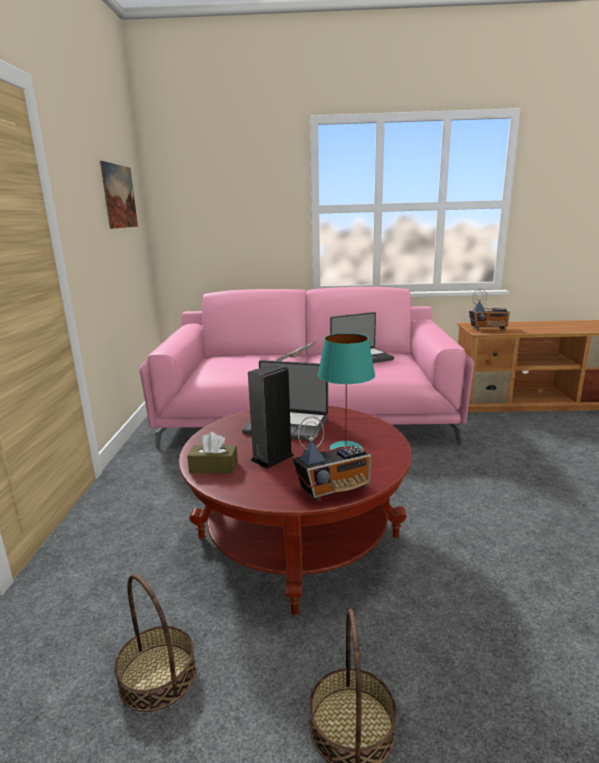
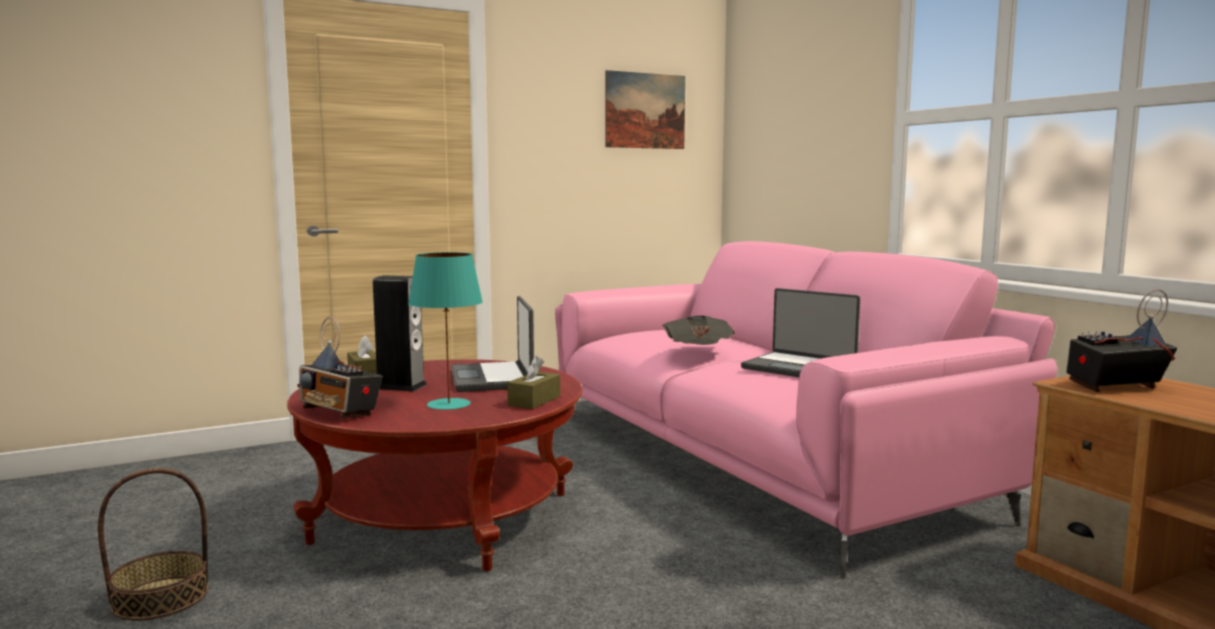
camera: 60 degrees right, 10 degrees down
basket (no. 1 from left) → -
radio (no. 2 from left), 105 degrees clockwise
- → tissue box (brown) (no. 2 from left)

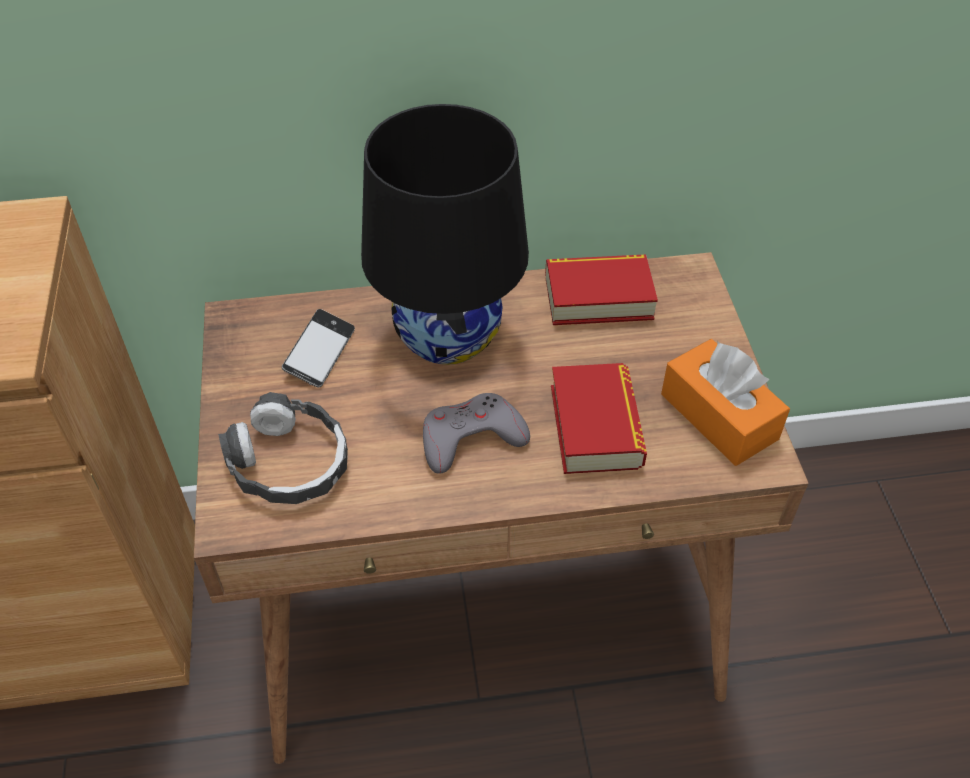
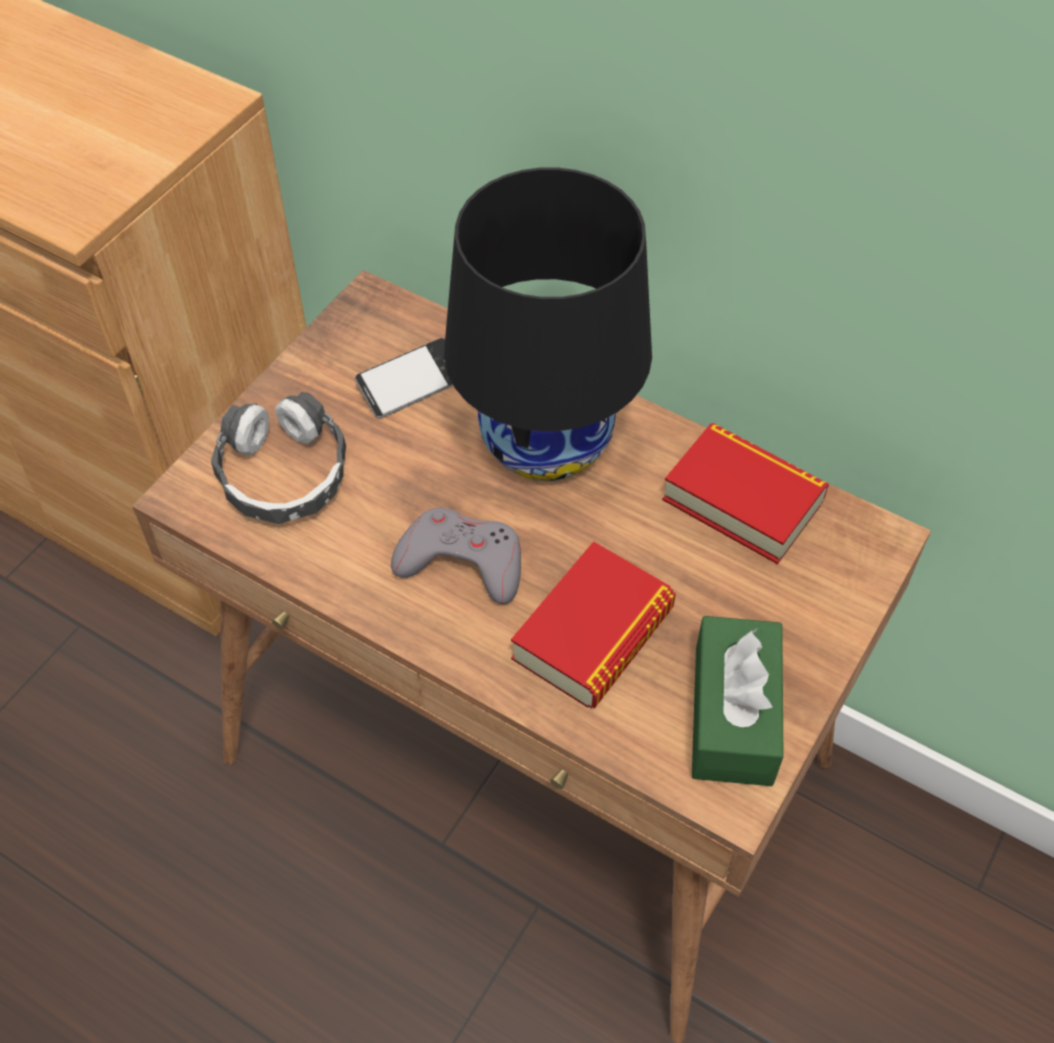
camera: 40 degrees right, 5 degrees up
tissue box (orange) → tissue box (green)

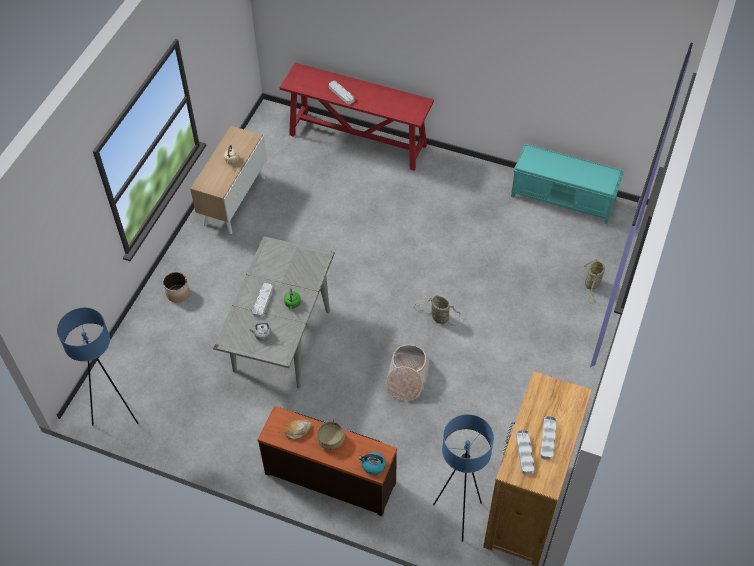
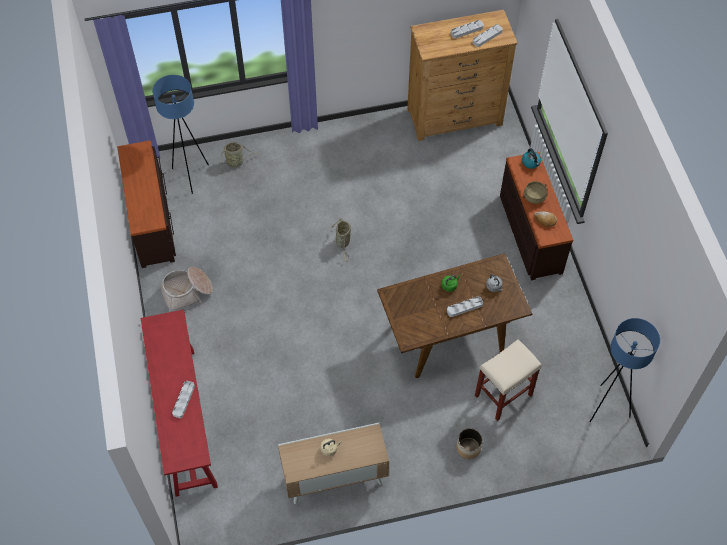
camera: 125 degrees left, 5 degrees up
dining table (grey) → dining table (brown)
basket (no. 1 from left), shifted
floor lamp (blue) (no. 2 from left in the first image) → floor lamp (blue) (no. 1 from left), shifted
bench (turquoise) → dresser (brown) (no. 1 from left)
- → stool (beige)

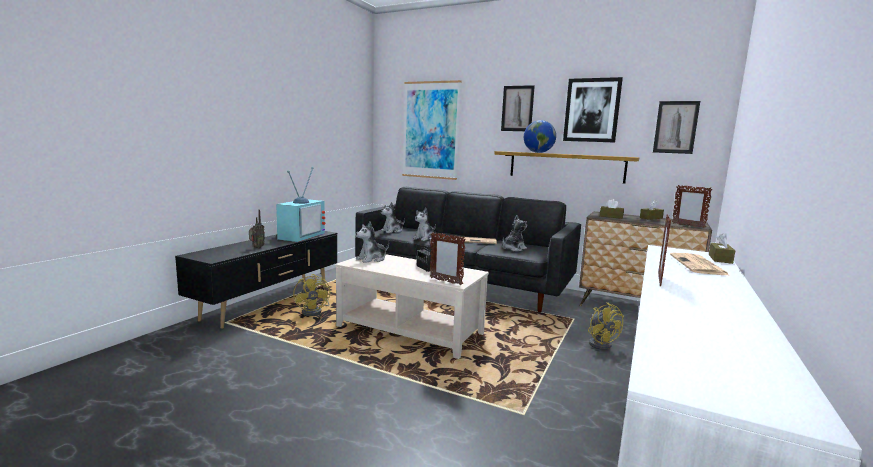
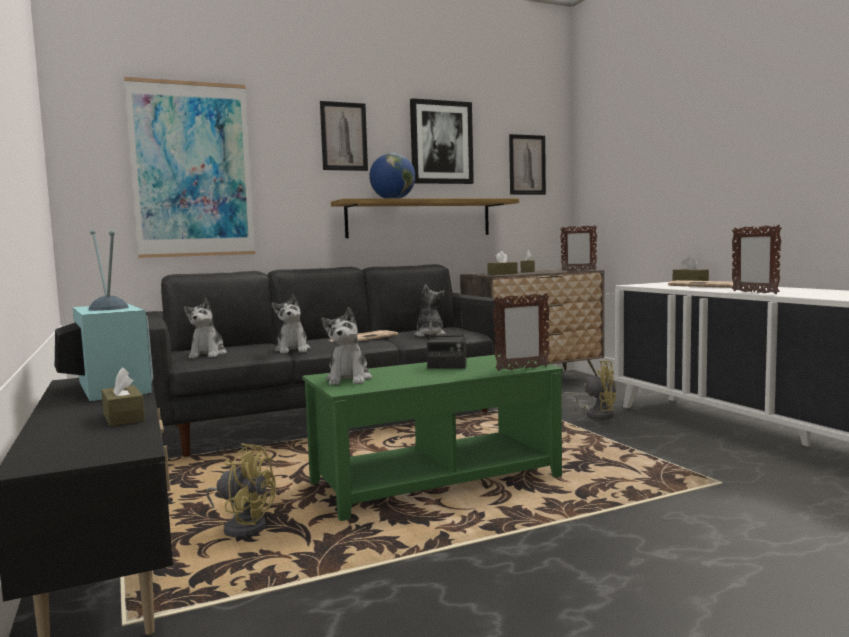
camera: 50 degrees left, 5 degrees down
radio (no. 1 from left) → tissue box (brown) (no. 1 from left)
coffee table (beige) → coffee table (green)

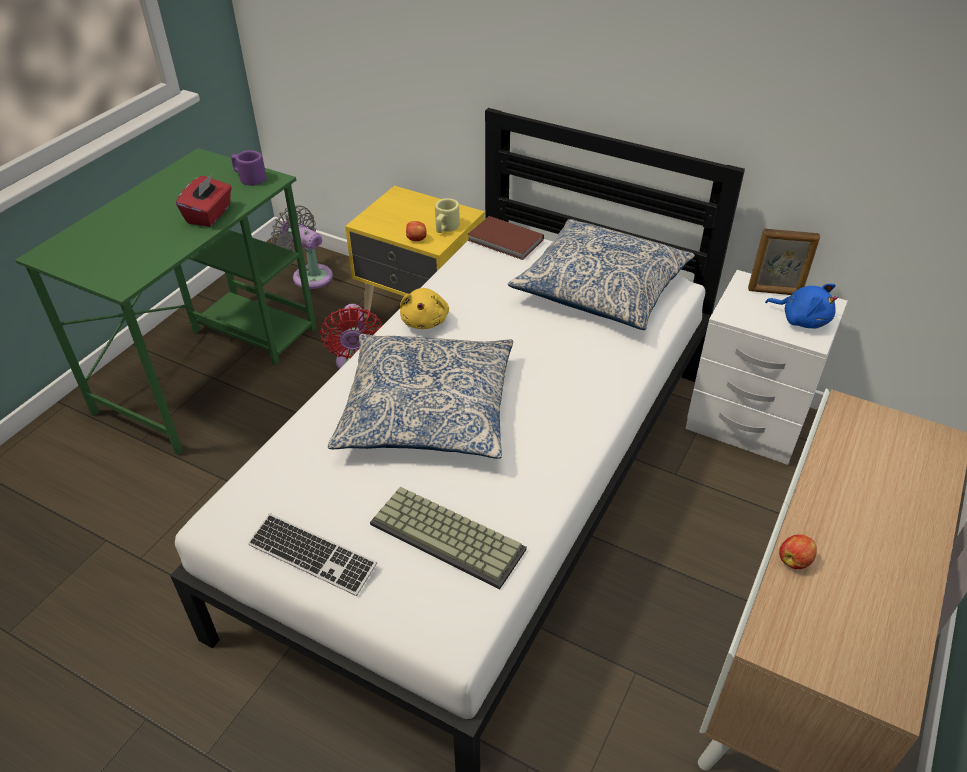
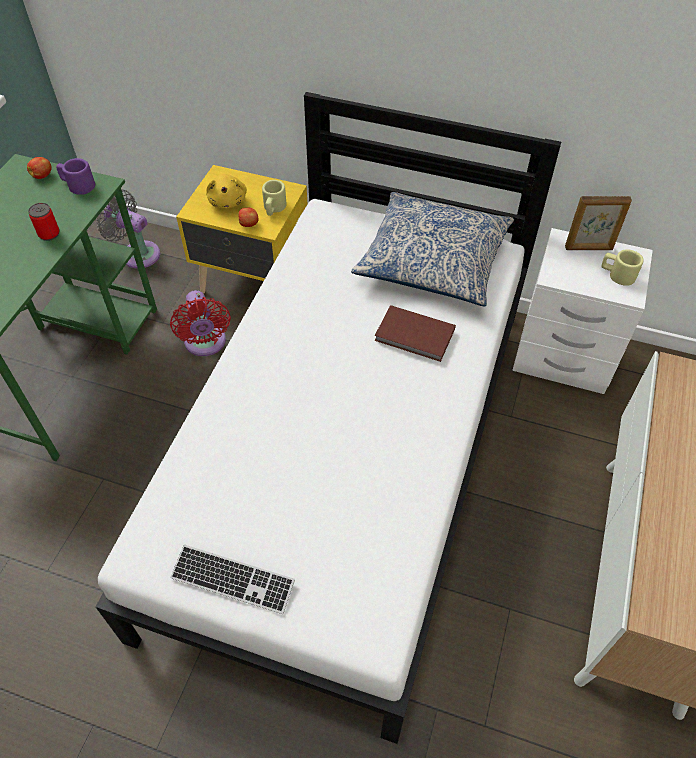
camera: 10 degrees left, 10 degrees up
tissue box (red) → can
pillow (no. 1 from left) → -
keyboard (no. 2 from left) → -
plush toy (yellow), shifted
book (brown), shifted
plush toy (blue) → mug (beige) (no. 2 from left)
apple (no. 2 from left in the first image) → apple (no. 1 from left), shifted

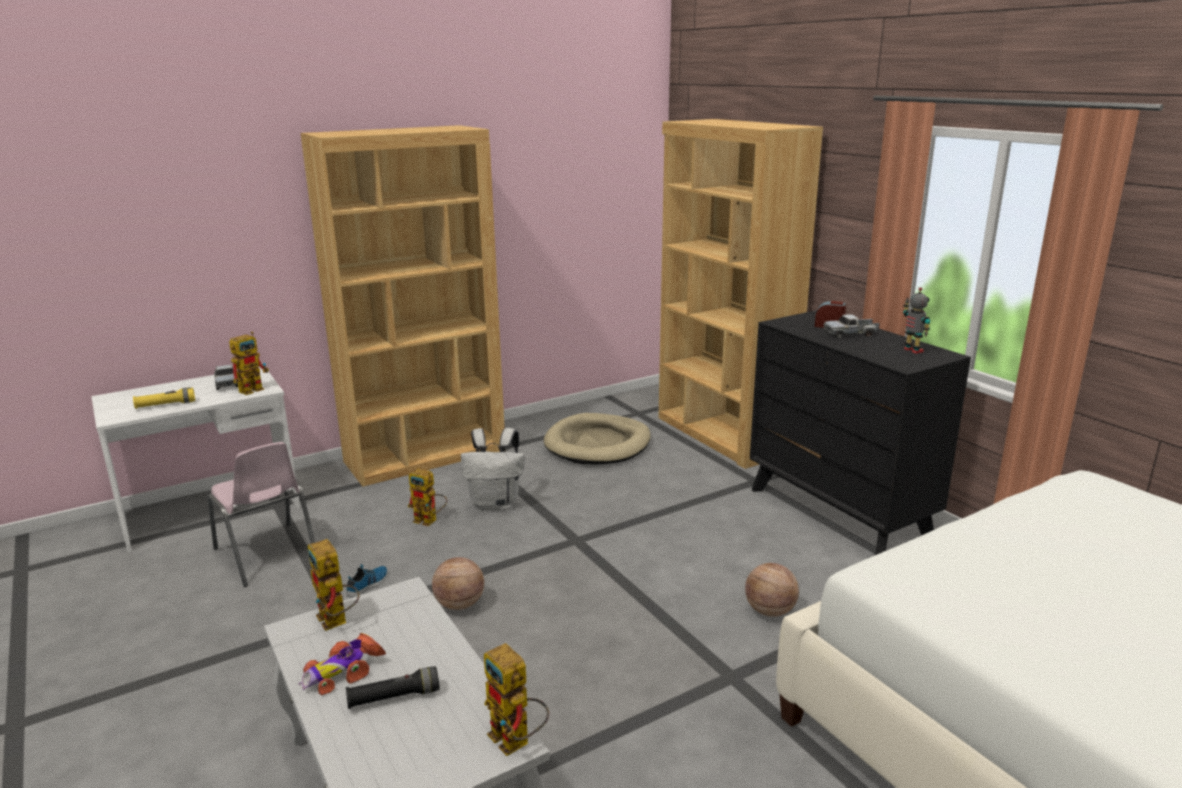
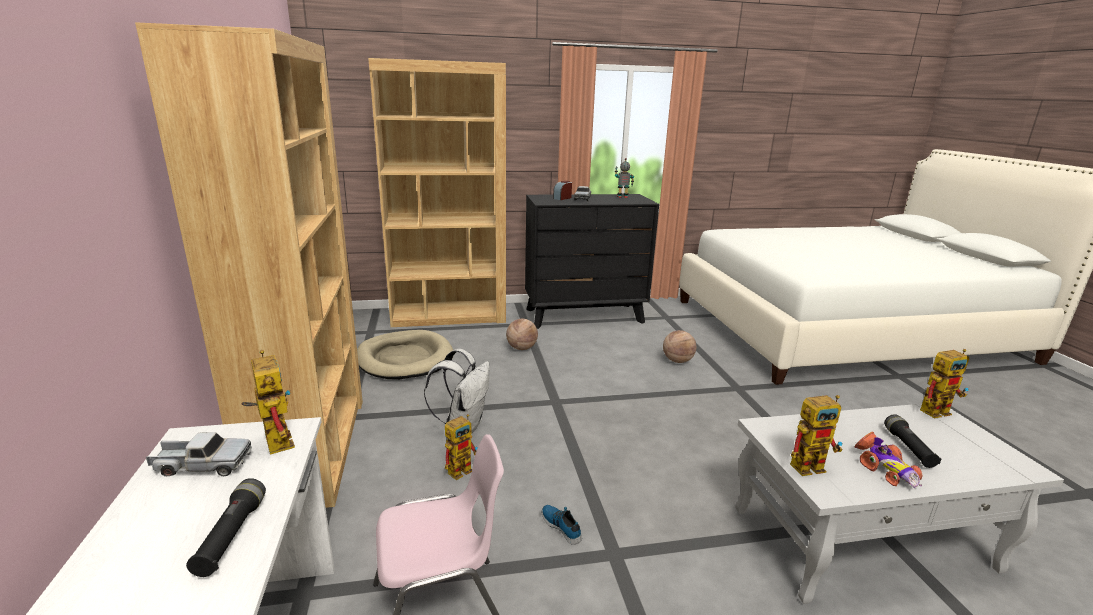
camera: 70 degrees left, 0 degrees up
flashlight (yellow) → flashlight (black) (no. 1 from left)
basketball (no. 1 from left), shifted

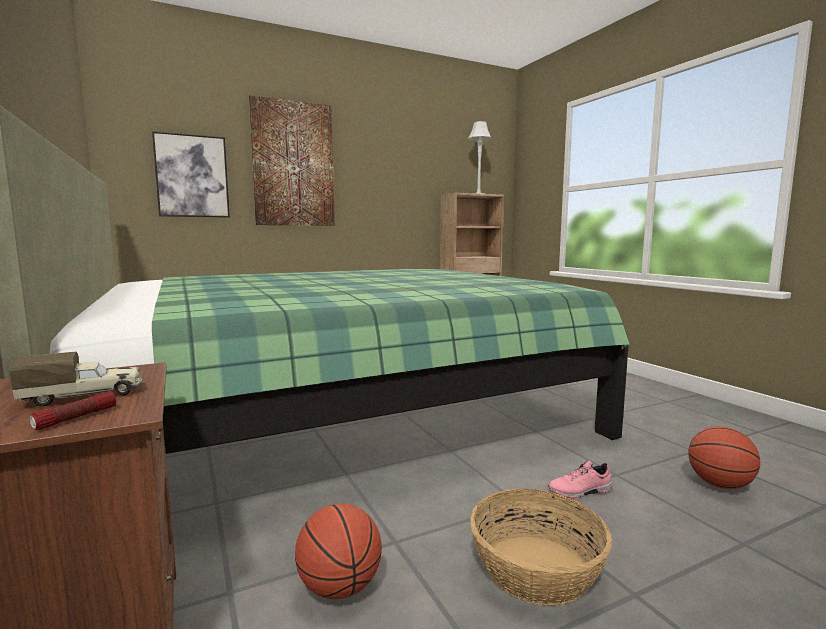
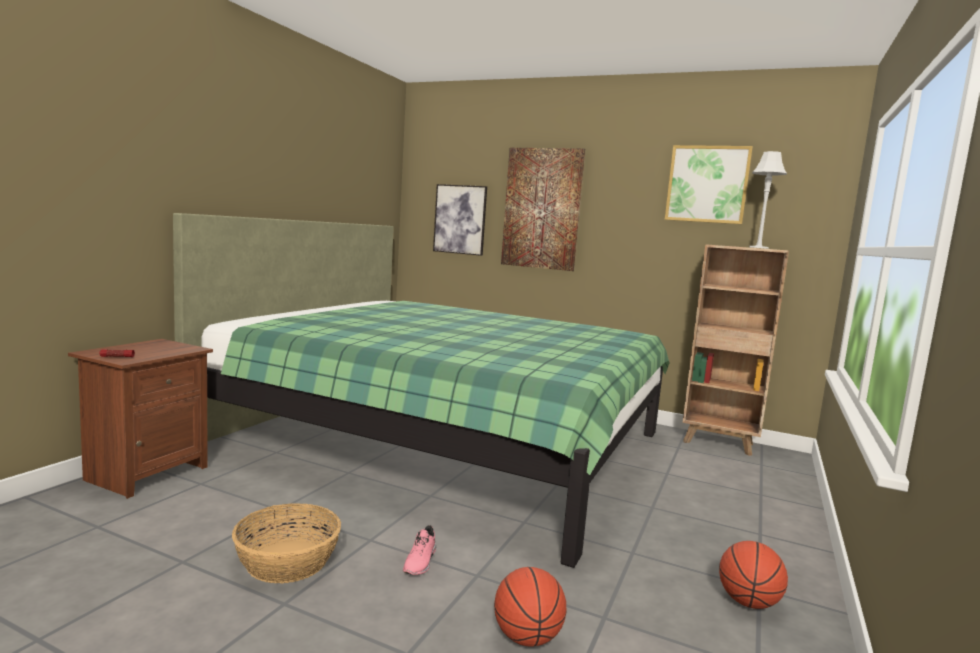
camera: 50 degrees right, 0 degrees up
toy truck → -
basketball (no. 1 from left in the first image) → basketball (no. 2 from left), shifted
shoe (pink), 120 degrees counterclockwise
- → picture (no. 3 from left)

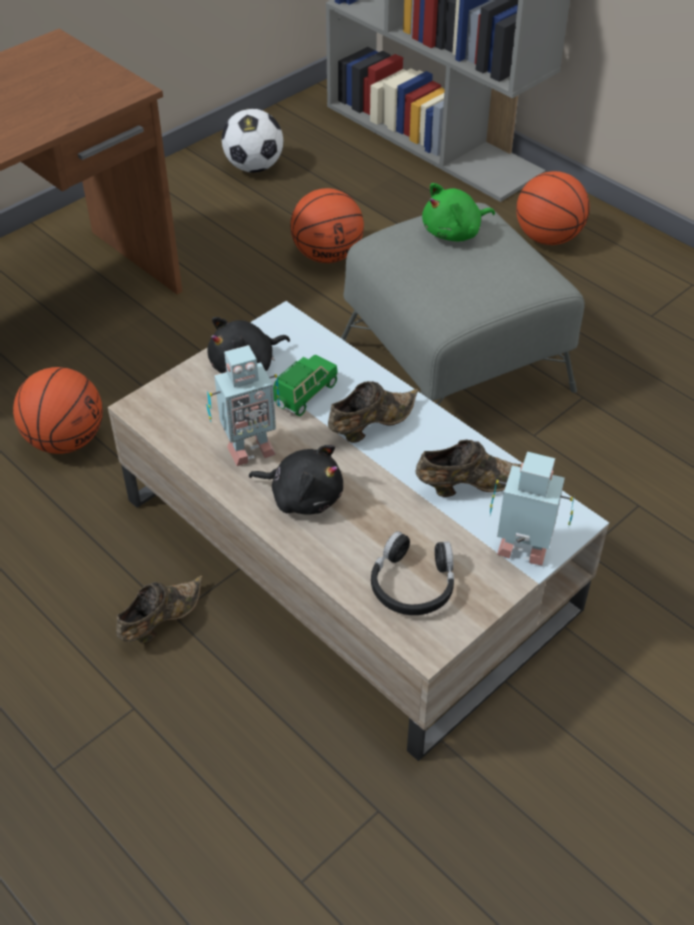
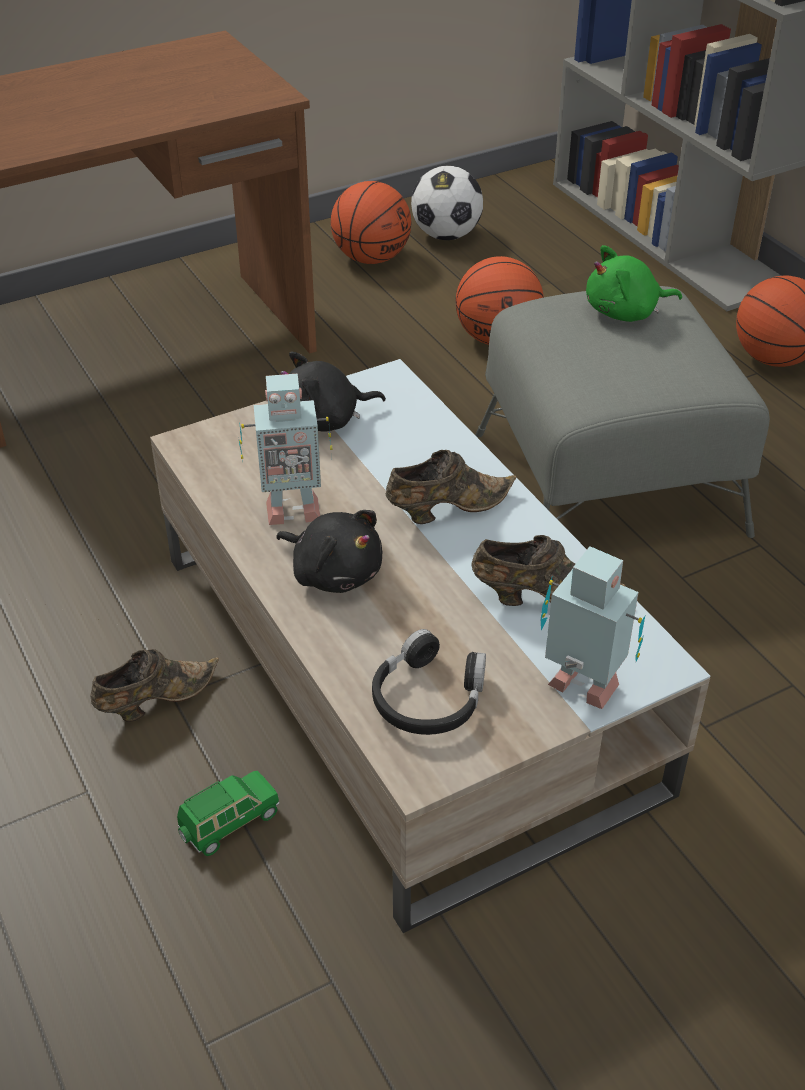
camera: 15 degrees right, 5 degrees down
basketball (no. 1 from left), shifted
toy car (green), shifted

